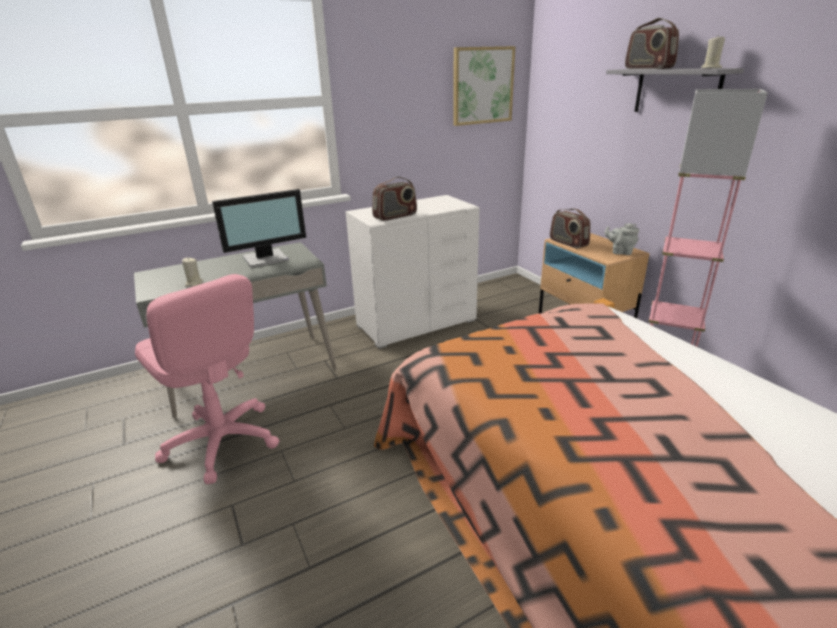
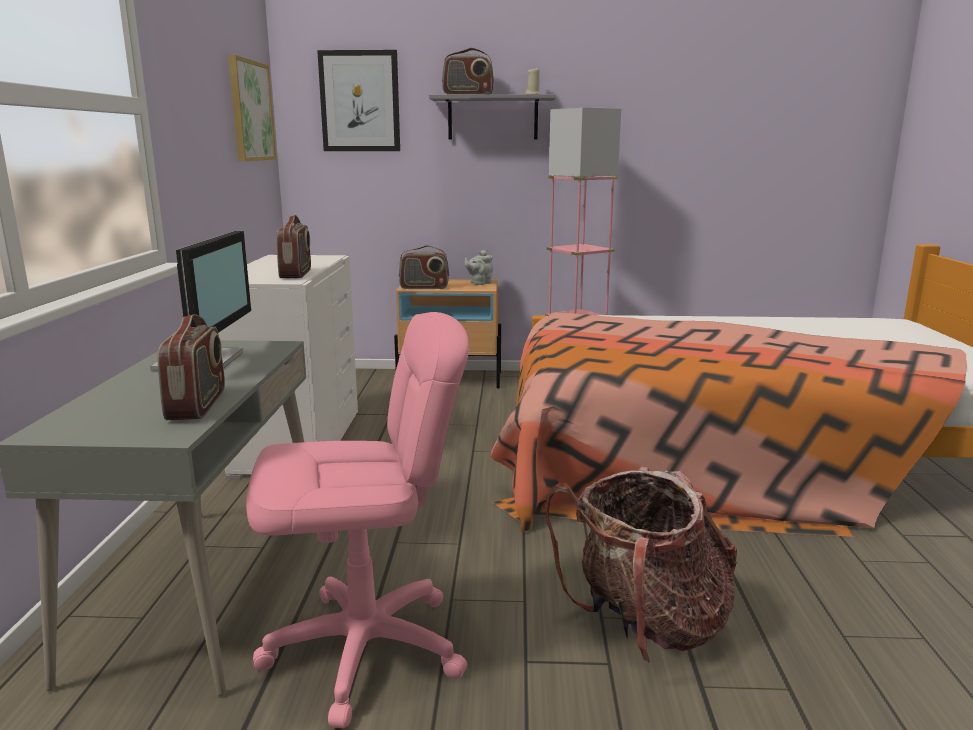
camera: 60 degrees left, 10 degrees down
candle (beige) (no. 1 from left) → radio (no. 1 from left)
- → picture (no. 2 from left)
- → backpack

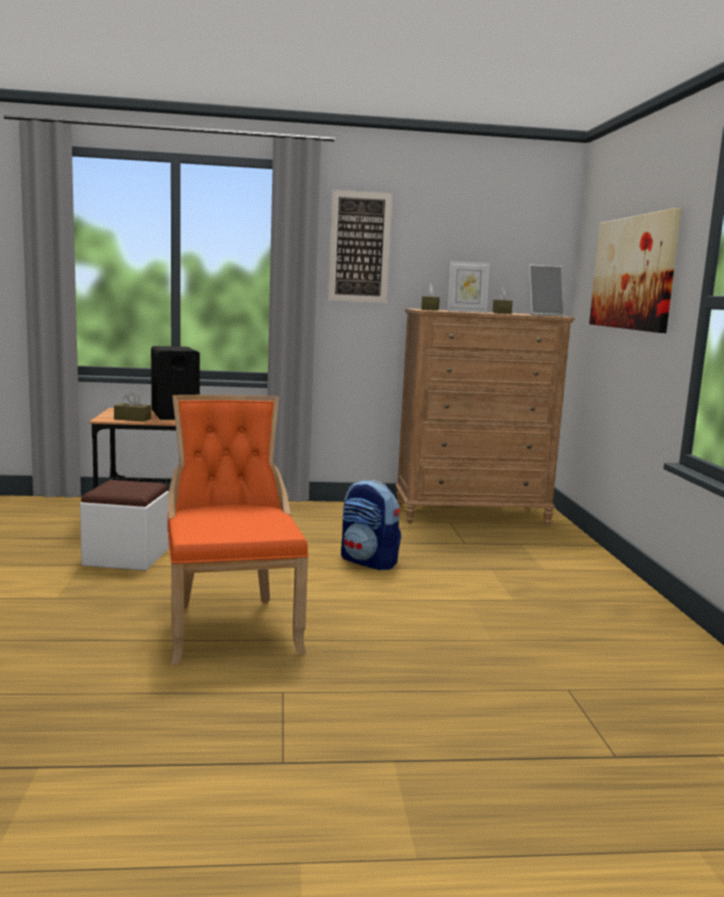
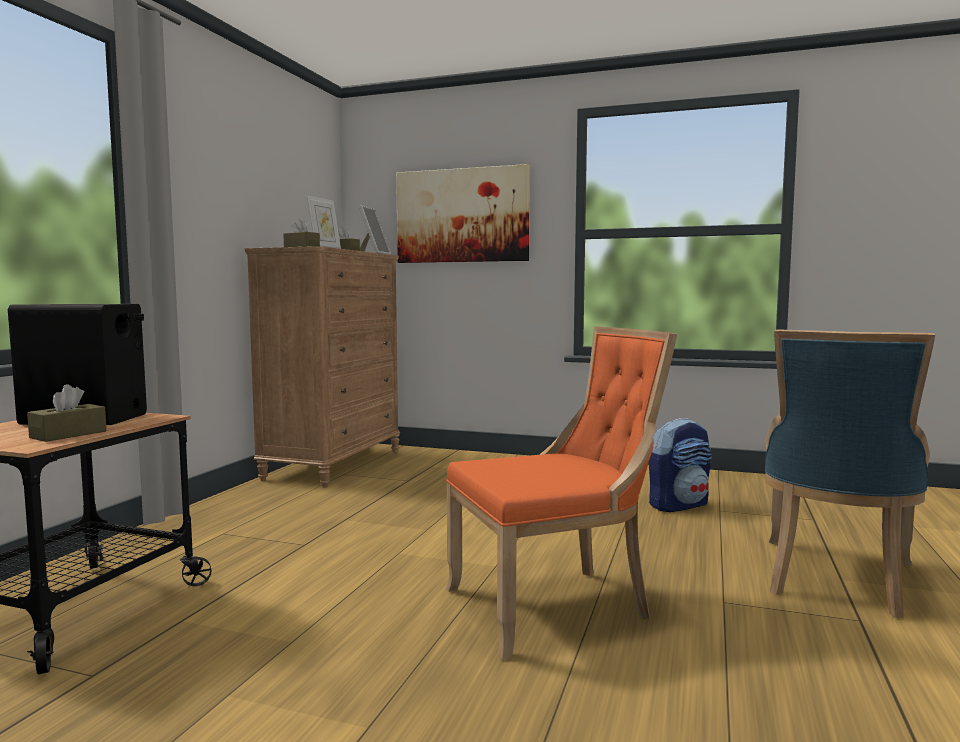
camera: 65 degrees left, 5 degrees down
ottoman (white) → -
chair (orange), 150 degrees clockwise
picture (no. 1 from left) → -
backpack, shifted
- → chair (blue)

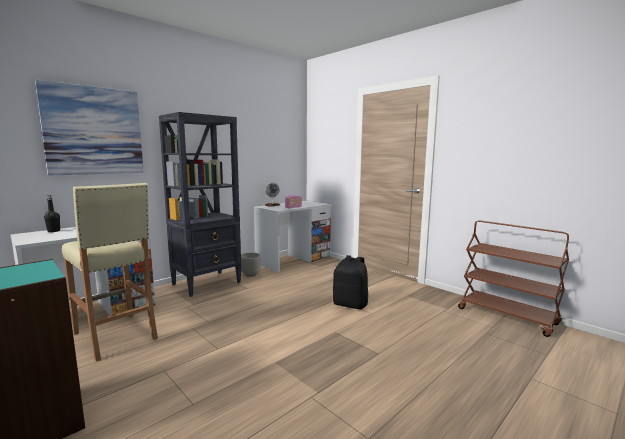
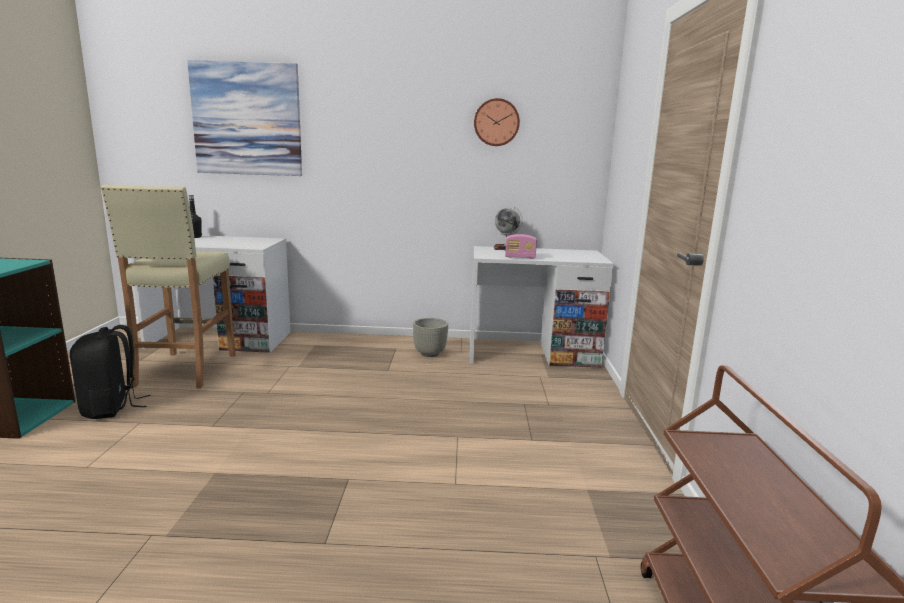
camera: 45 degrees right, 5 degrees up
bookcase (black) → -
backpack (black), shifted
- → wall clock

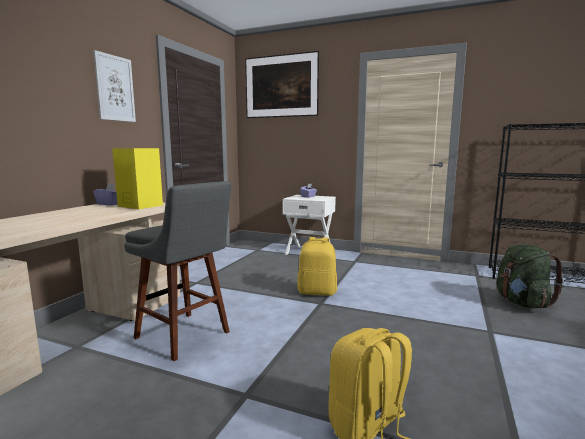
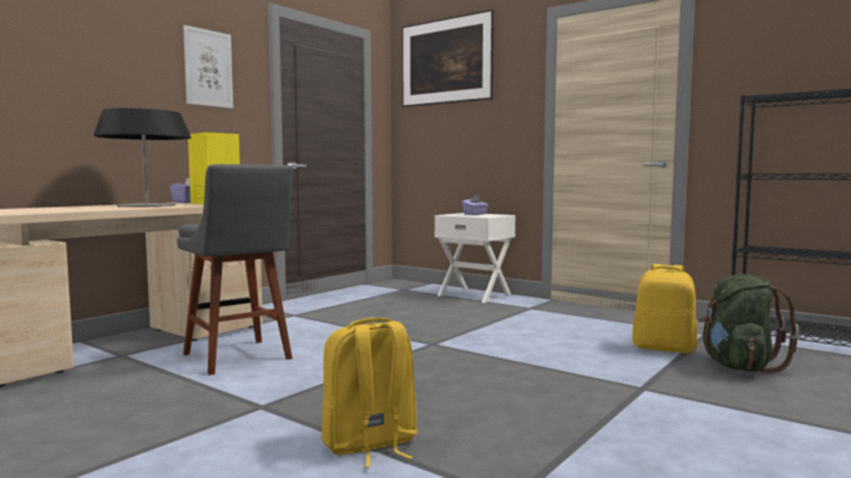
camera: 15 degrees right, 5 degrees down
backpack (yellow) (no. 1 from left in the first image) → backpack (yellow) (no. 2 from left), shifted
- → table lamp

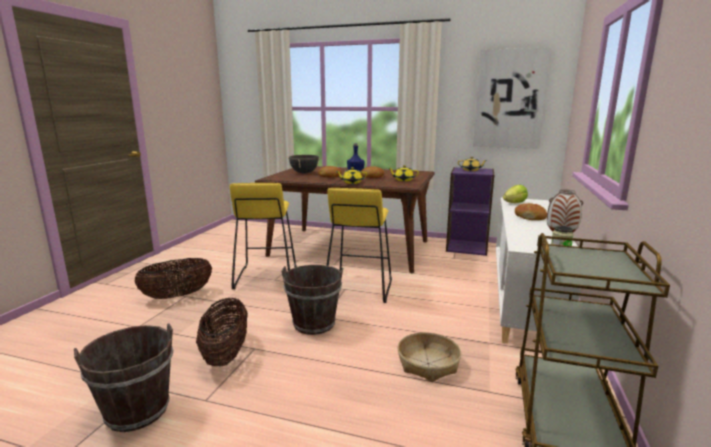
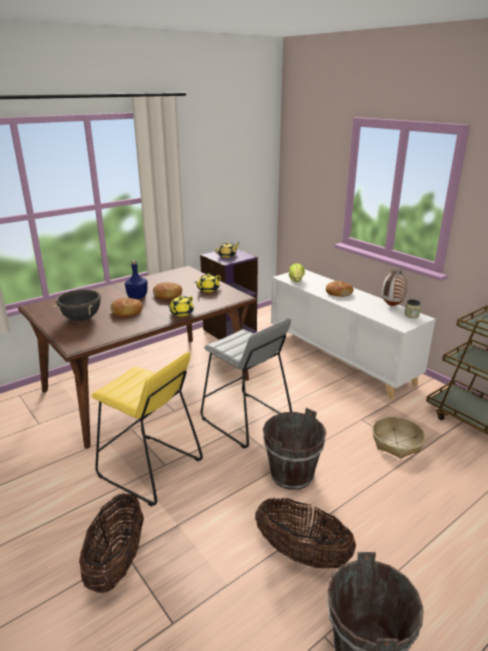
camera: 55 degrees left, 10 degrees up
stool (yellow) (no. 2 from left) → stool (grey)
picture → -

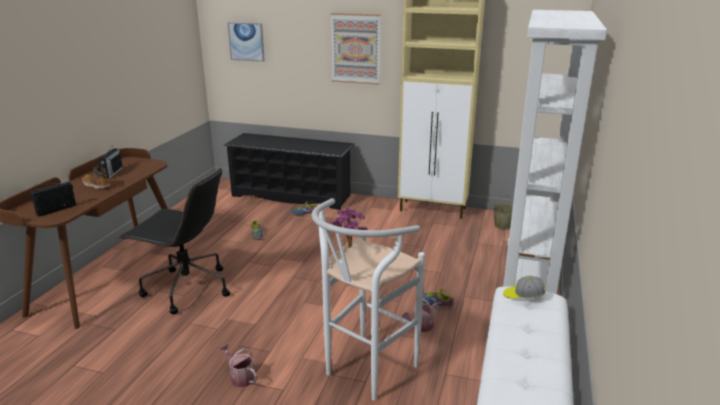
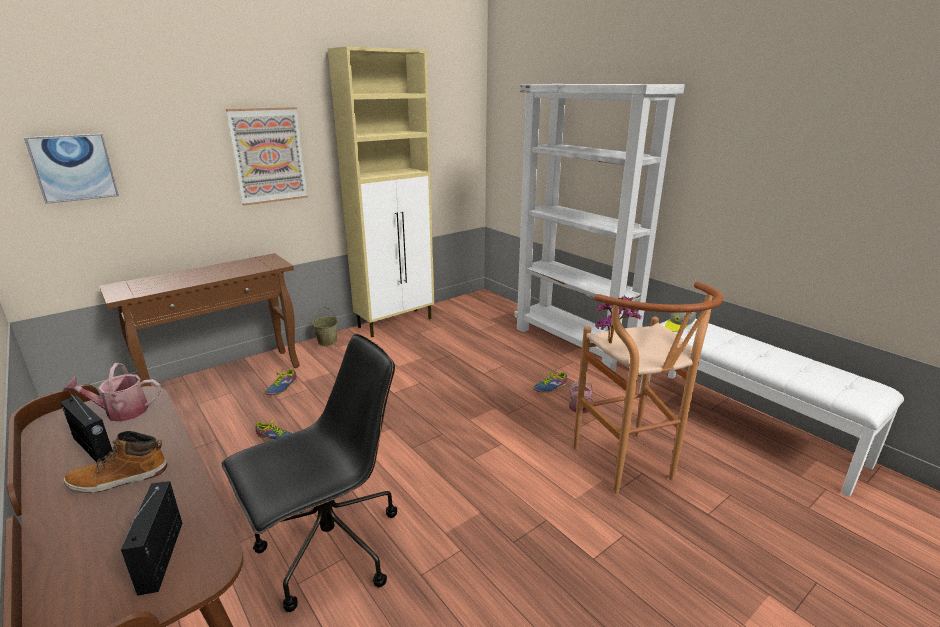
camera: 55 degrees left, 0 degrees up
watering can (no. 1 from left), shifted
shoe rack (black) → console table (brown)
stool (white) → stool (brown)
bucket (beige), shifted

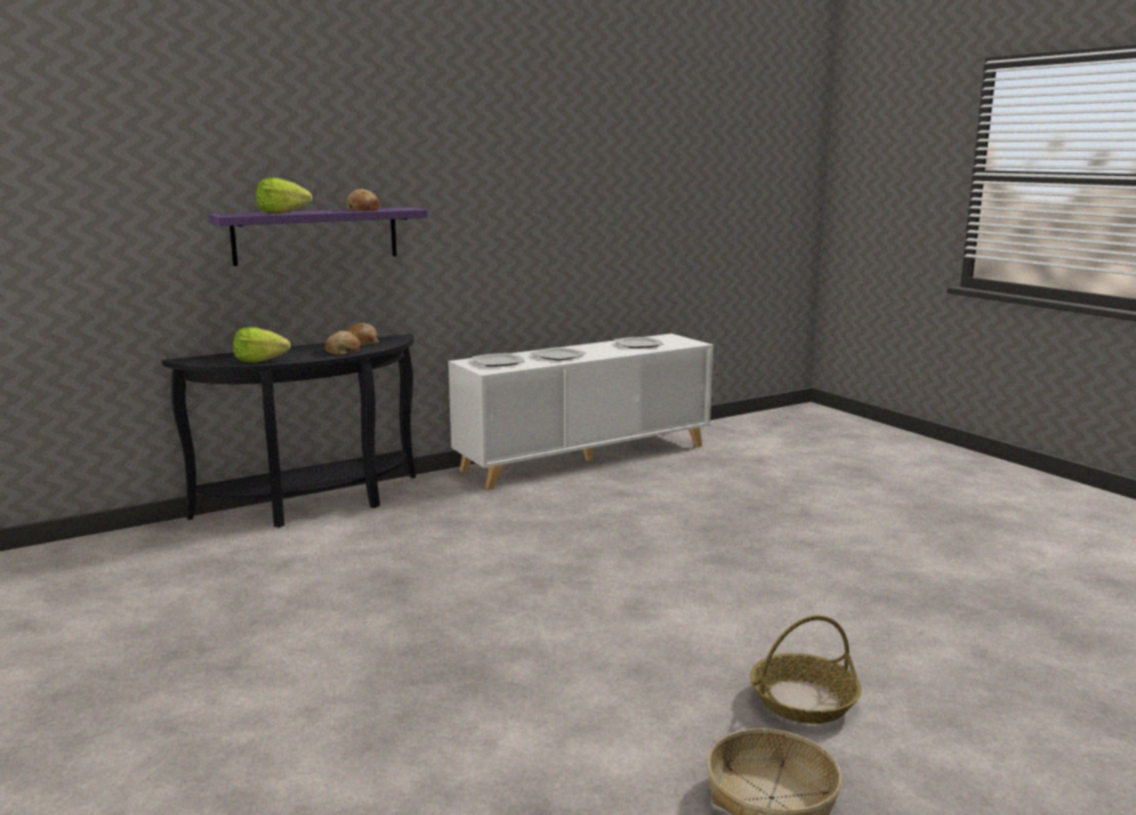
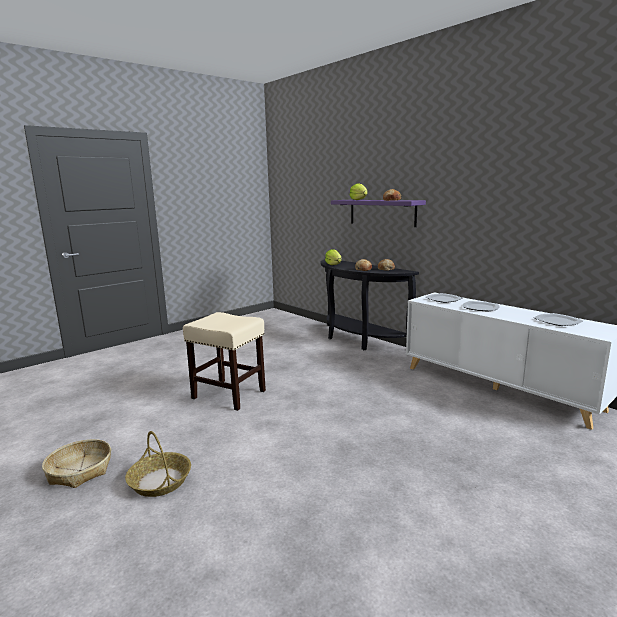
camera: 80 degrees right, 0 degrees up
- → stool (beige)

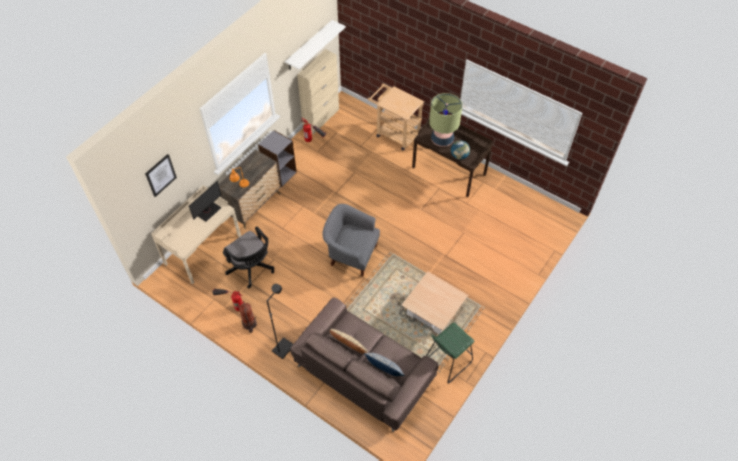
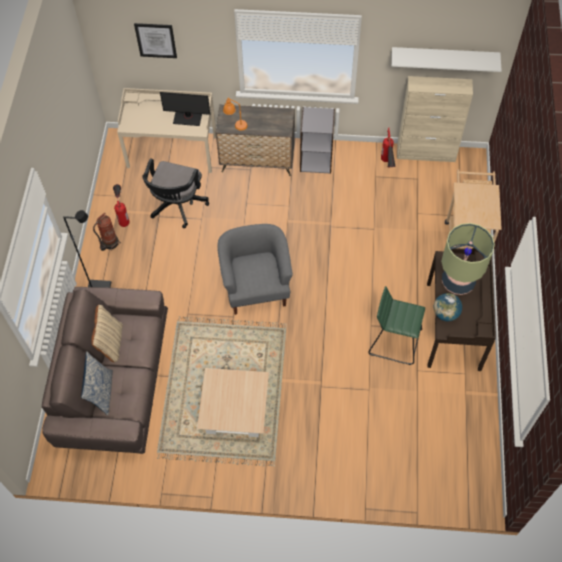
camera: 60 degrees right, 5 degrees up
stool (green), shifted

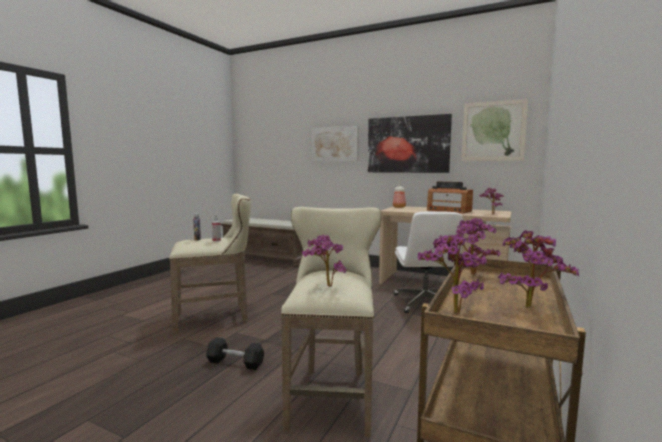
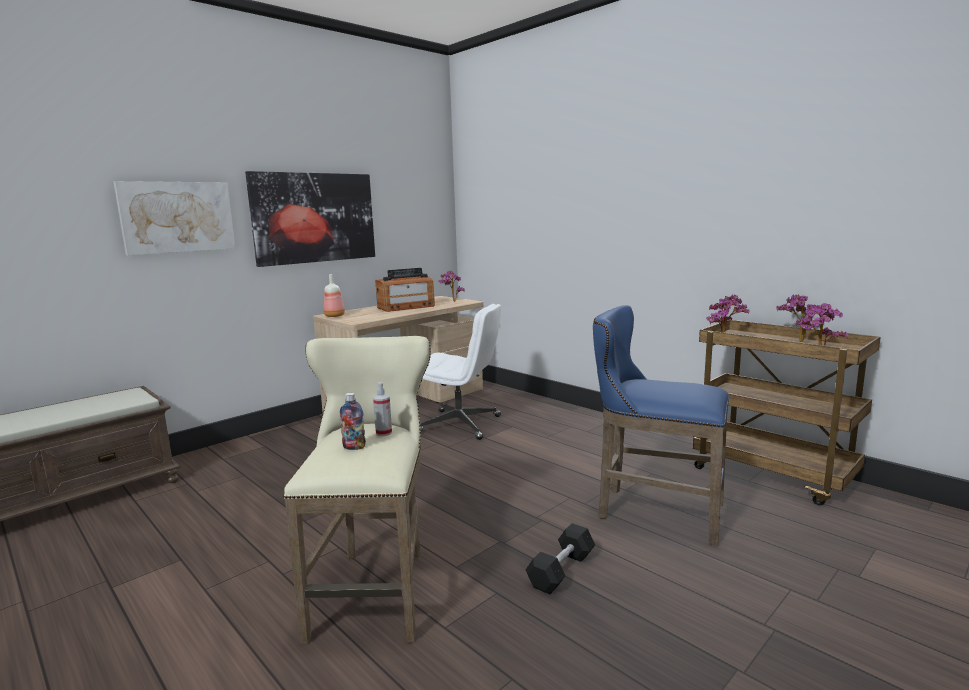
camera: 70 degrees left, 5 degrees up
stool (beige) (no. 2 from left) → stool (blue)
potted plant (no. 1 from left) → -
picture (no. 3 from left) → -

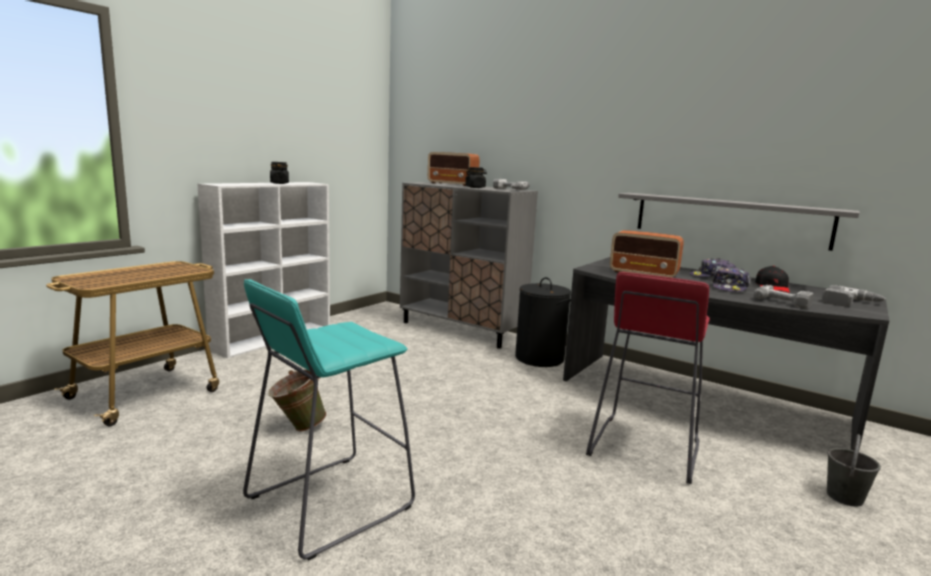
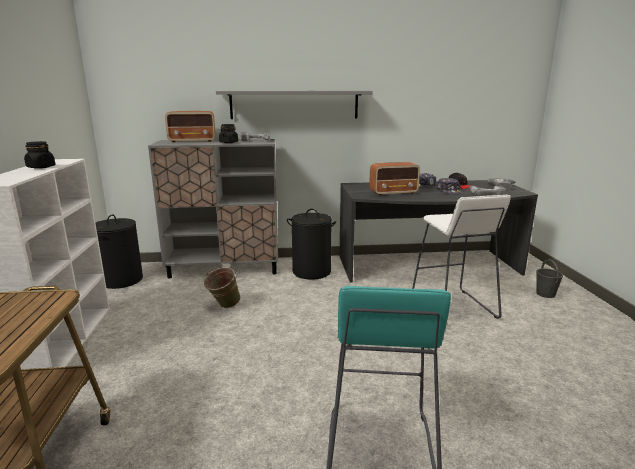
camera: 40 degrees left, 5 degrees up
bucket (green), shifted
stool (red) → stool (white)
shelf (grey), shifted
- → laundry basket (black) (no. 1 from left)

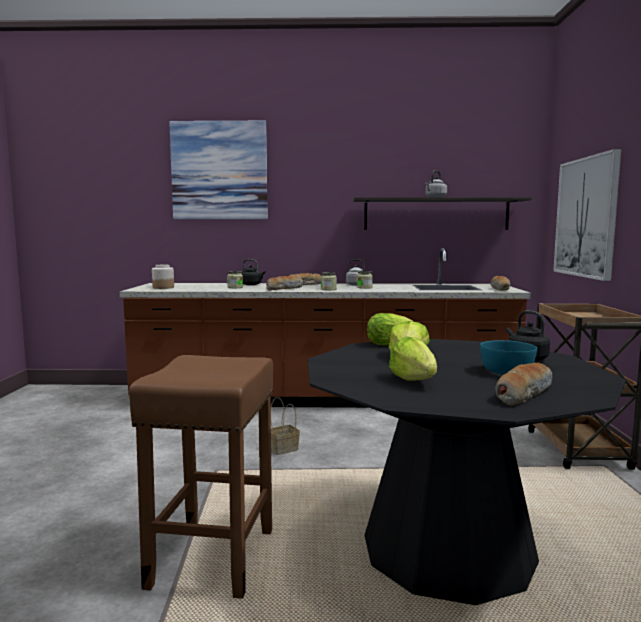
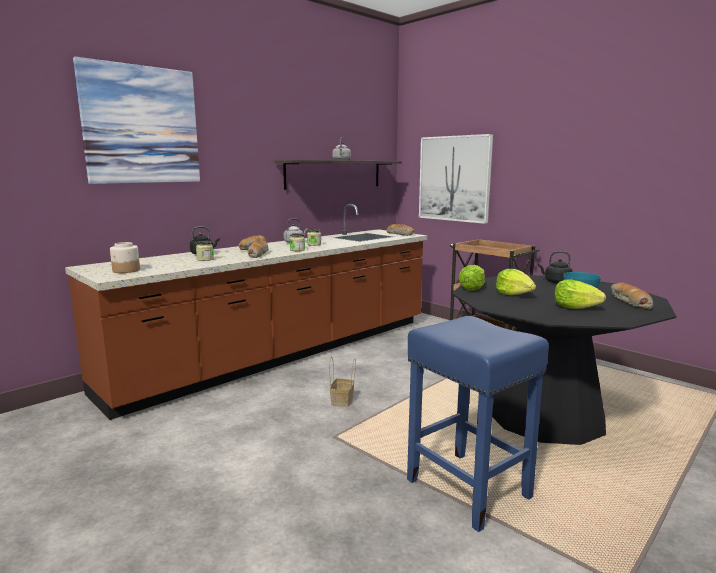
camera: 45 degrees left, 5 degrees up
stool (brown) → stool (blue)

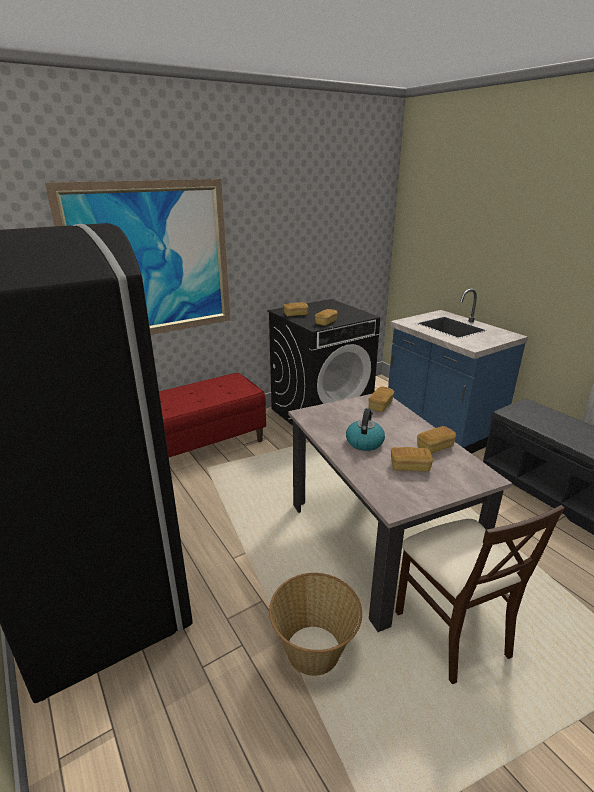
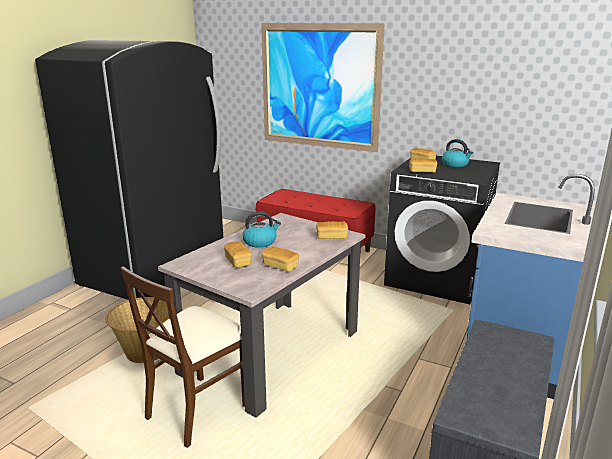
camera: 60 degrees right, 5 degrees down
- → kettle (no. 2 from left)

